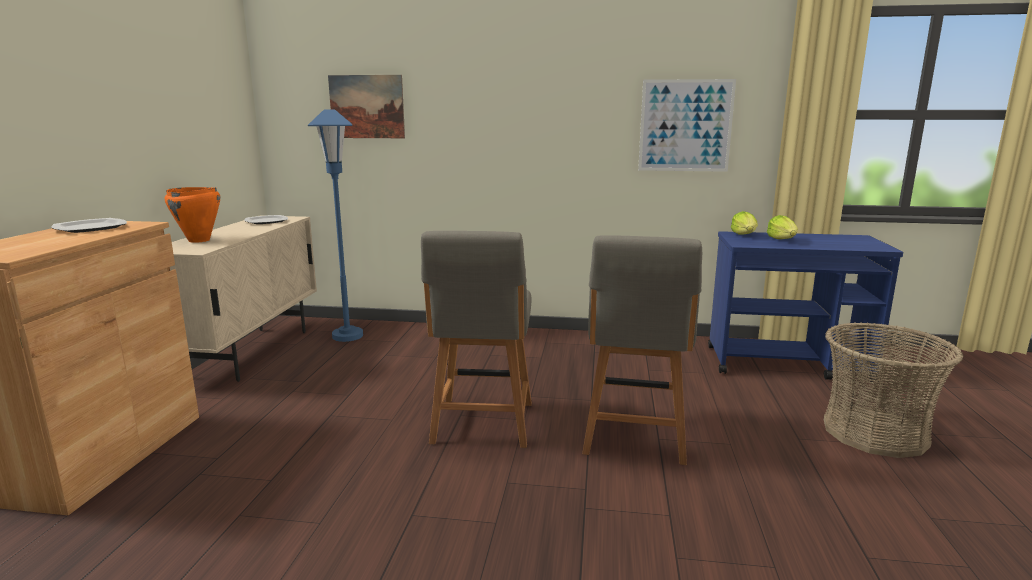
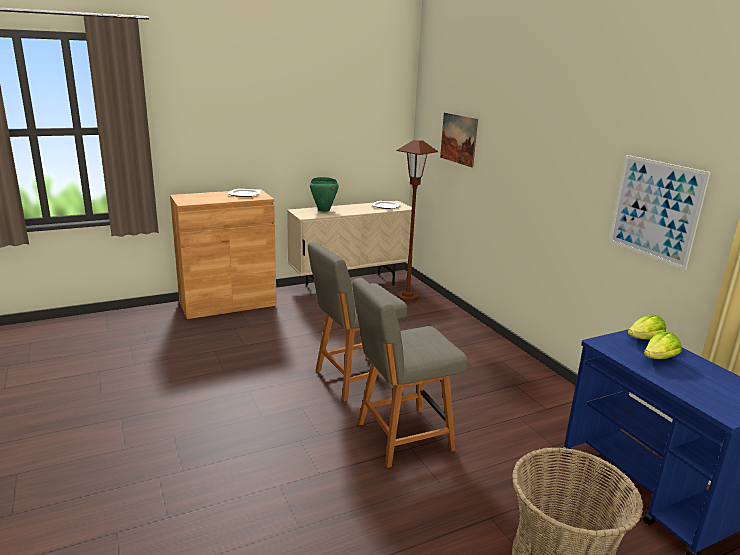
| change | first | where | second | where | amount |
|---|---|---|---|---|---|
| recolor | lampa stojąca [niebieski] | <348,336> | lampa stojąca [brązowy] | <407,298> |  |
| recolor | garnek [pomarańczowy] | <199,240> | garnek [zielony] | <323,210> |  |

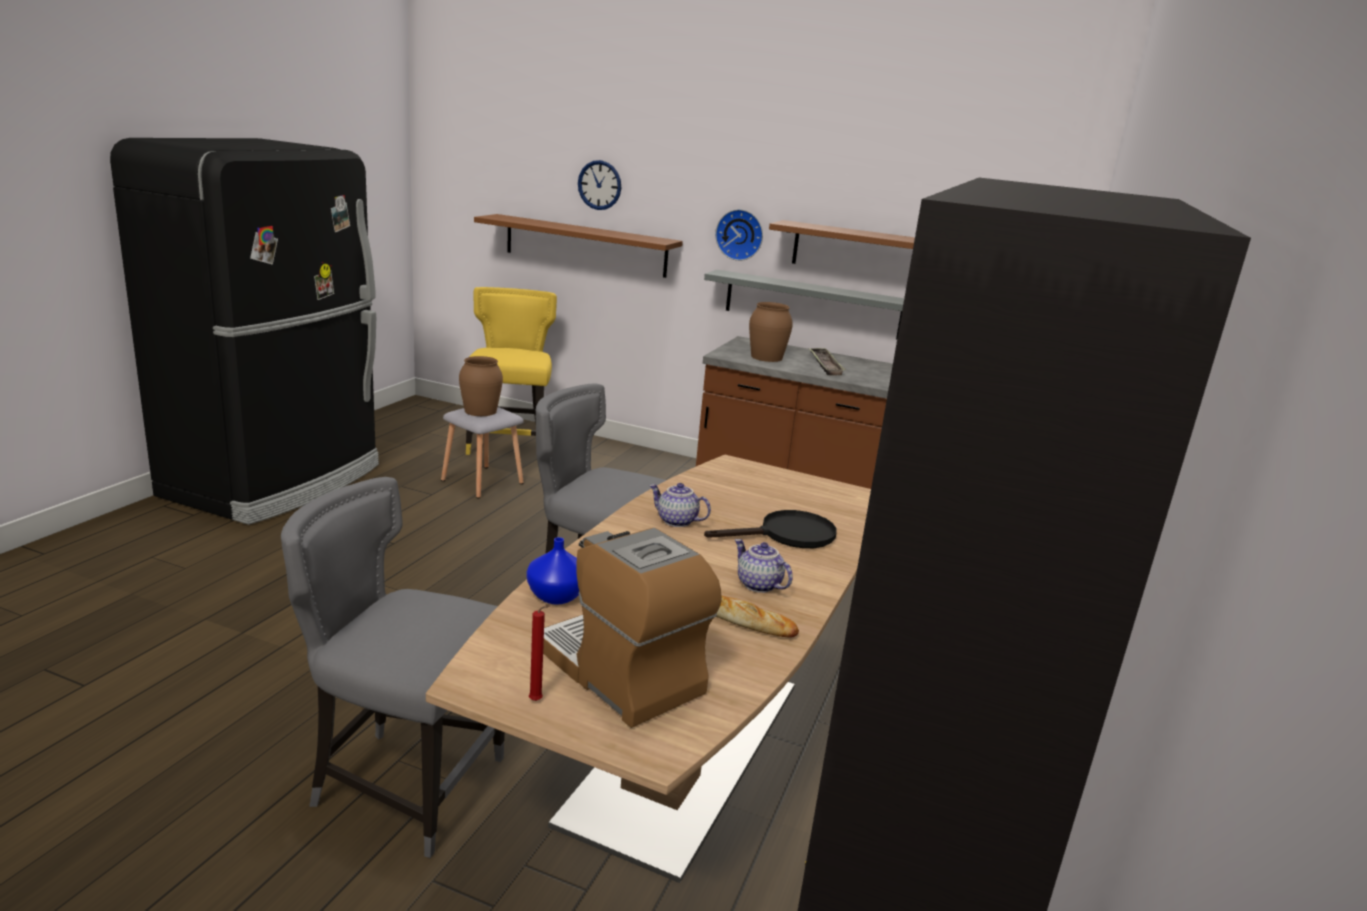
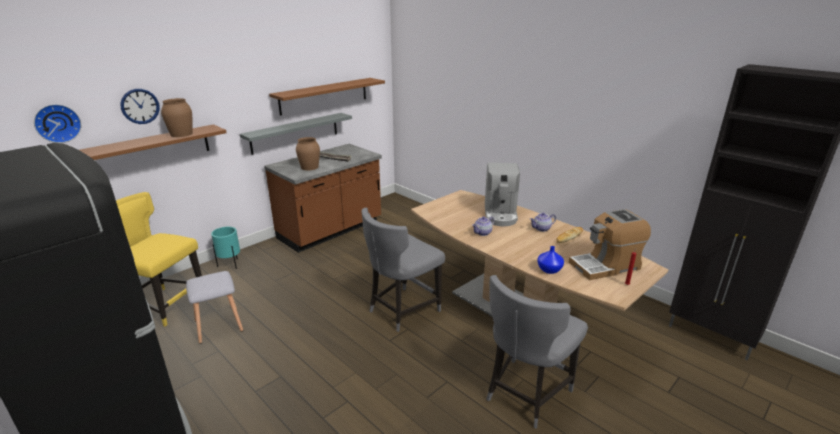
| change | first | where | second | where | amount |
|---|---|---|---|---|---|
| move | zegar ścienny | <740,234> |  | <57,123> |  |
| move | wazon [brązowy] | <480,411> |  | <181,134> |  |
| replace | patelnia [czarny] | <787,535> | ekspres do kawy | <500,214> |  |
| insert |  |  | donica [turkusowy] | <230,265> |  |

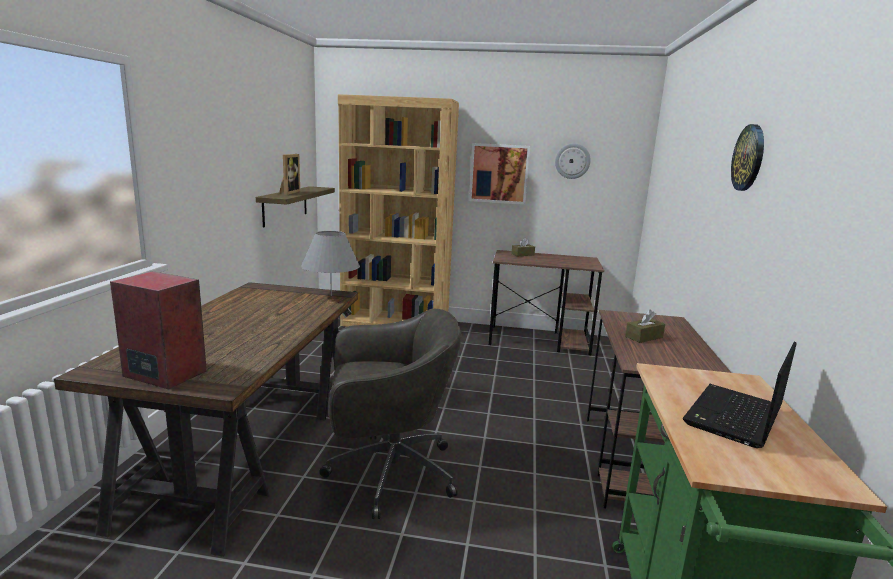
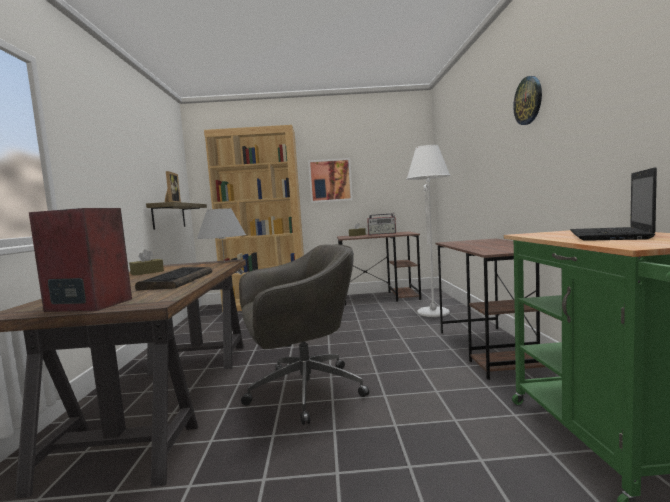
| change | first | where | second | where | amount |
|---|---|---|---|---|---|
| delete | zegar ścienny | <572,161> |  |  |  |
| move | pudełko chusteczek [brązowy] | <644,337> |  | <147,272> |  |
| insert |  |  | lampa stojąca [biały] | <433,313> |  |
| insert |  |  | radio | <382,233> |  |
| insert |  |  | klawiatura | <177,280> |  |

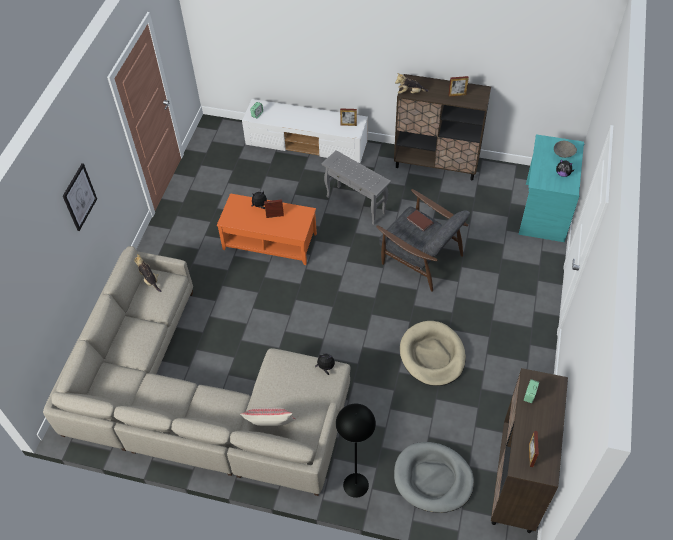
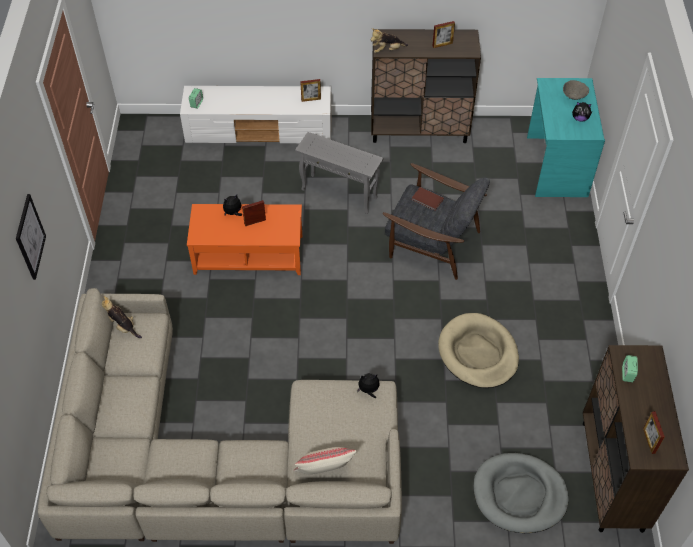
| change | first | where | second | where | amount |
|---|---|---|---|---|---|
| delete | lampa stojąca [czarny] | <355,485> |  |  |  |

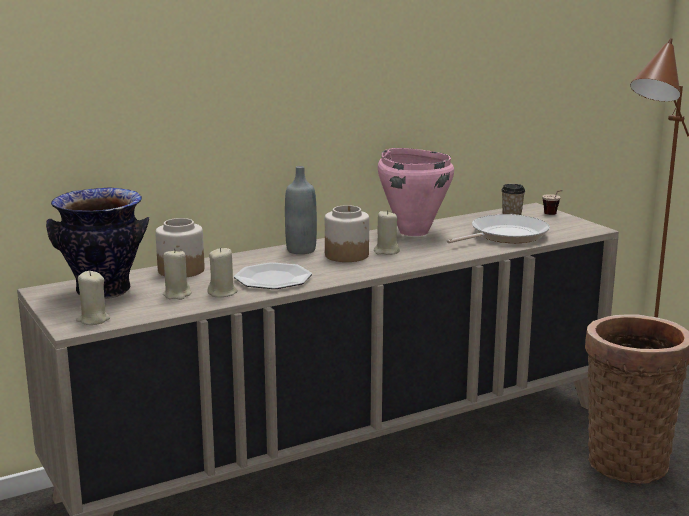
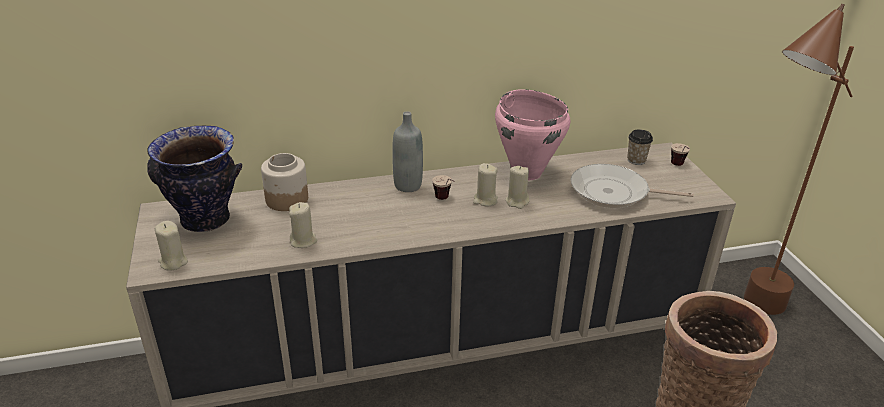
| change | first | where | second | where | amount |
|---|---|---|---|---|---|
| replace | słoik | <346,255> | filiżanka | <445,200> |  |
| rotate | patelnia | <505,235> |  | <613,193> | 150 degrees counterclockwise |
| move | świeca [beżowy] | <177,294> |  | <517,201> |  |
| delete | talerz | <273,279> |  |  |  |

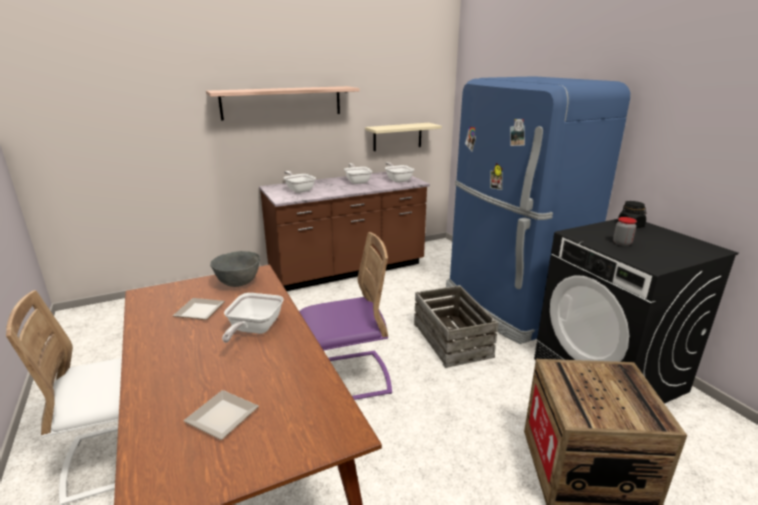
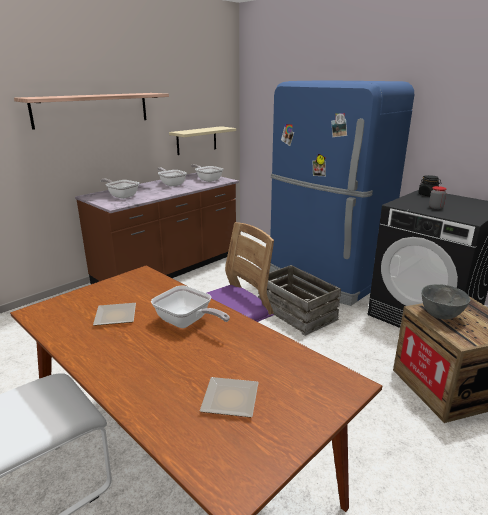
| change | first | where | second | where | amount |
|---|---|---|---|---|---|
| move | miska [szary] | <238,283> |  | <440,315> |  |
| rotate | patelnia | <253,330> |  | <187,322> | 45 degrees counterclockwise |

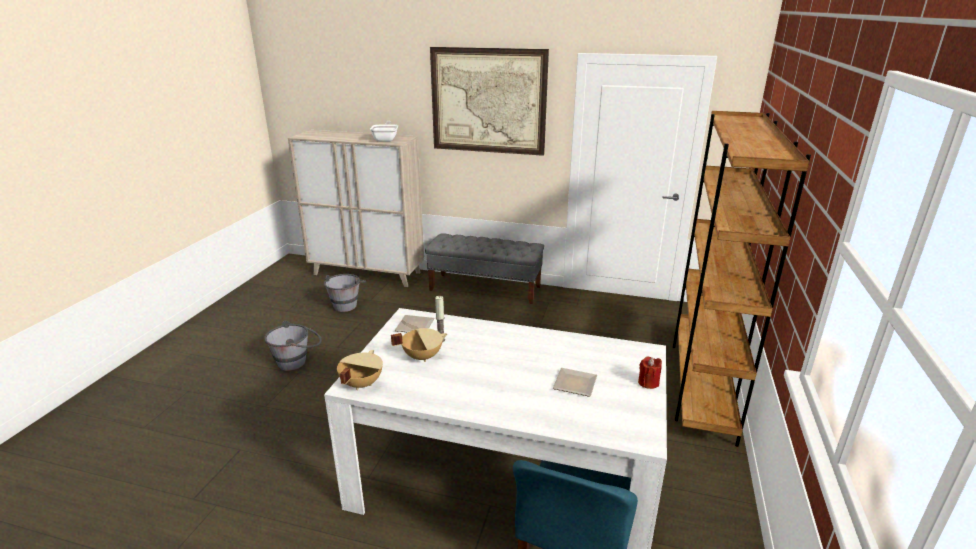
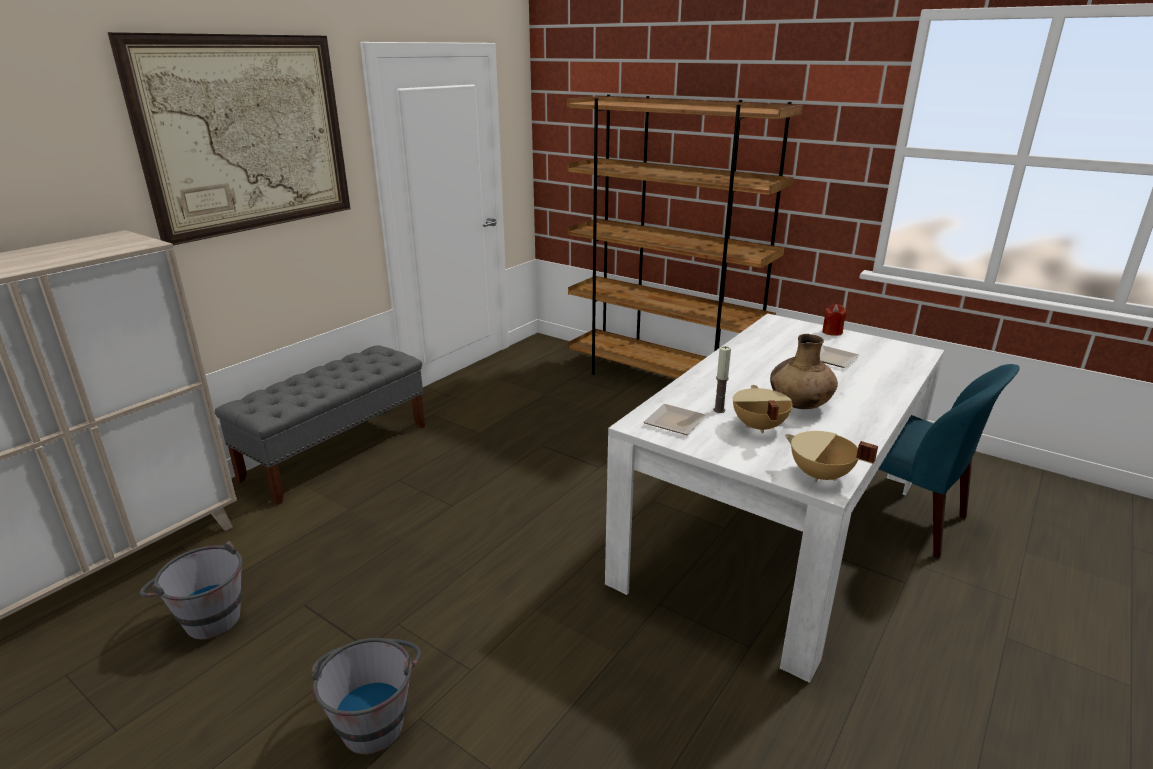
| change | first | where | second | where | amount |
|---|---|---|---|---|---|
| delete | patelnia | <386,139> |  |  |  |
| insert |  |  | wazon [brązowy] | <799,405> |  |

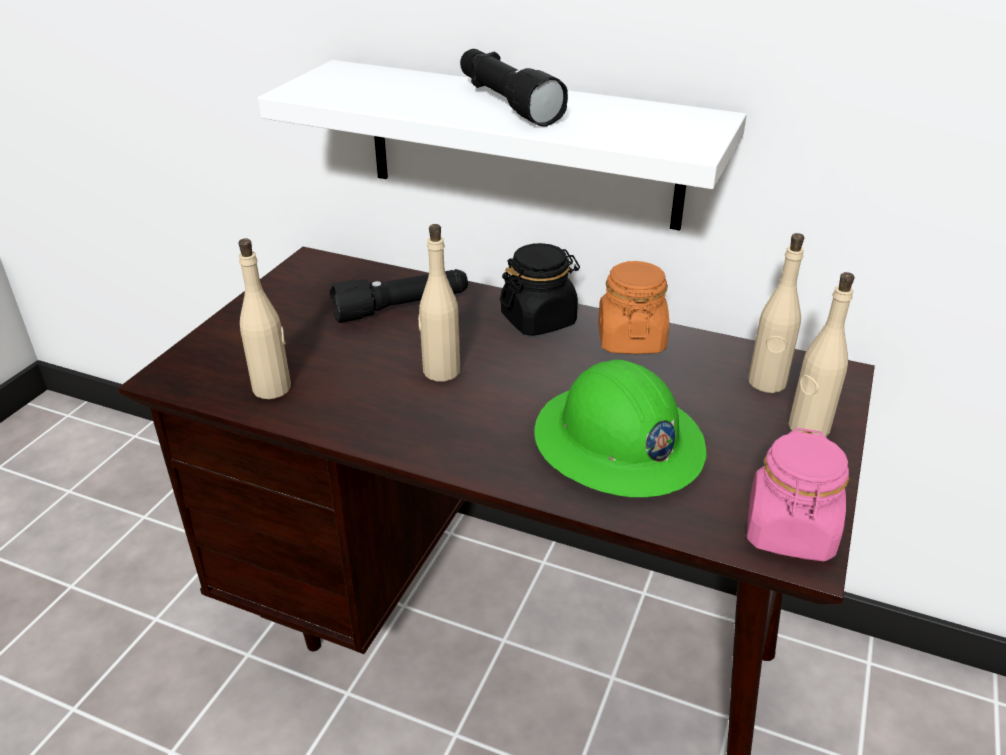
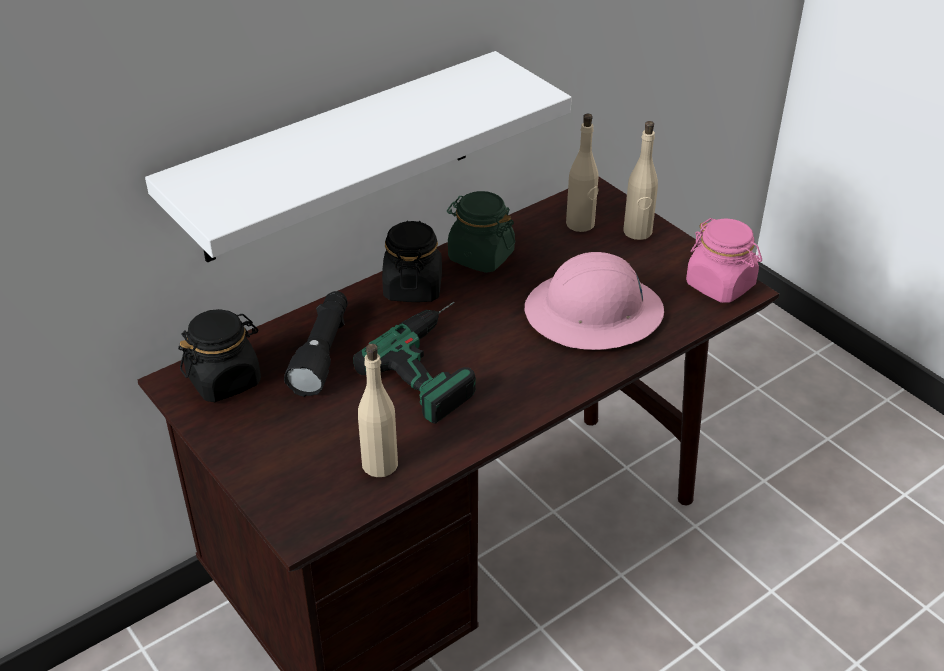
| change | first | where | second | where | amount |
|---|---|---|---|---|---|
| delete | latarka [czarny] | <506,103> |  |  |  |
| replace | butelka [beżowy] | <441,371> | wiertarka | <438,362> |  |
| recolor | słoik [pomarańczowy] | <630,339> | słoik [zielony] | <480,256> |  |
| recolor | kask [zielony] | <617,444> | kask [różowy] | <594,314> |  |
| insert |  |  | słoik [czarny] | <225,380> |  |

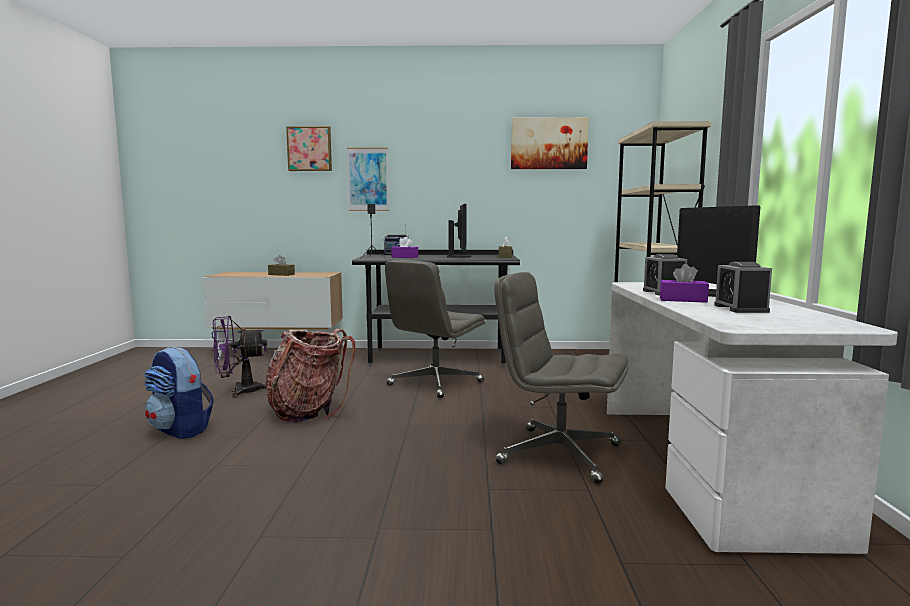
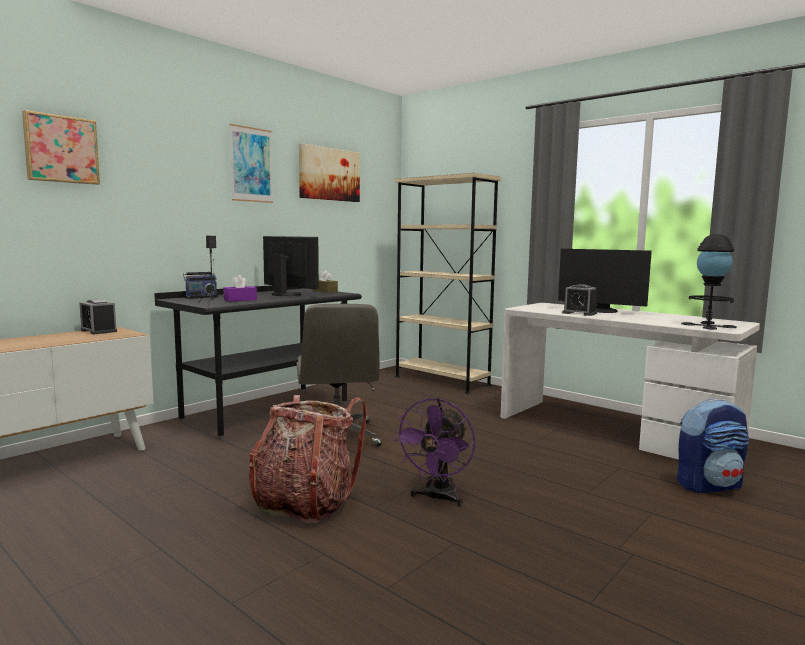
| change | first | where | second | where | amount |
|---|---|---|---|---|---|
| move | obraz | <368,179> |  | <251,165> |  |
| delete | pudełko chusteczek [brązowy] | <281,274> |  |  |  |
| move | budzik | <740,308> |  | <99,331> |  |
| delete | pudełko chusteczek [fioletowy] | <683,300> |  |  |  |
| delete | krzesło biurowe [szary] | <558,454> |  |  |  |
| move | wentylator [fioletowy] | <239,391> |  | <437,498> |  |
| move | plecak | <180,430> |  | <709,485> |  |
| insert |  |  | lampa stołowa [czarny] | <708,325> |  |

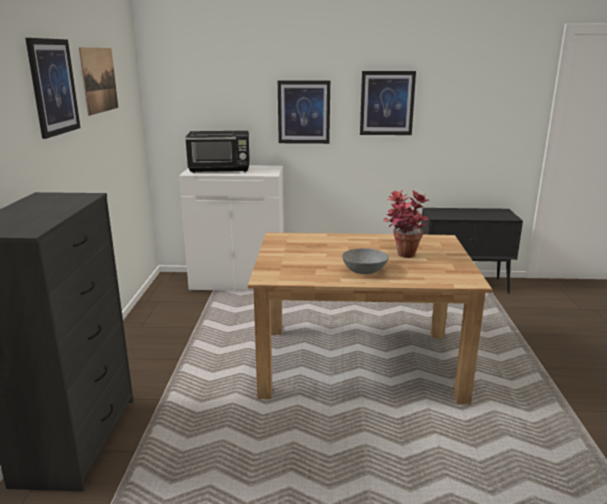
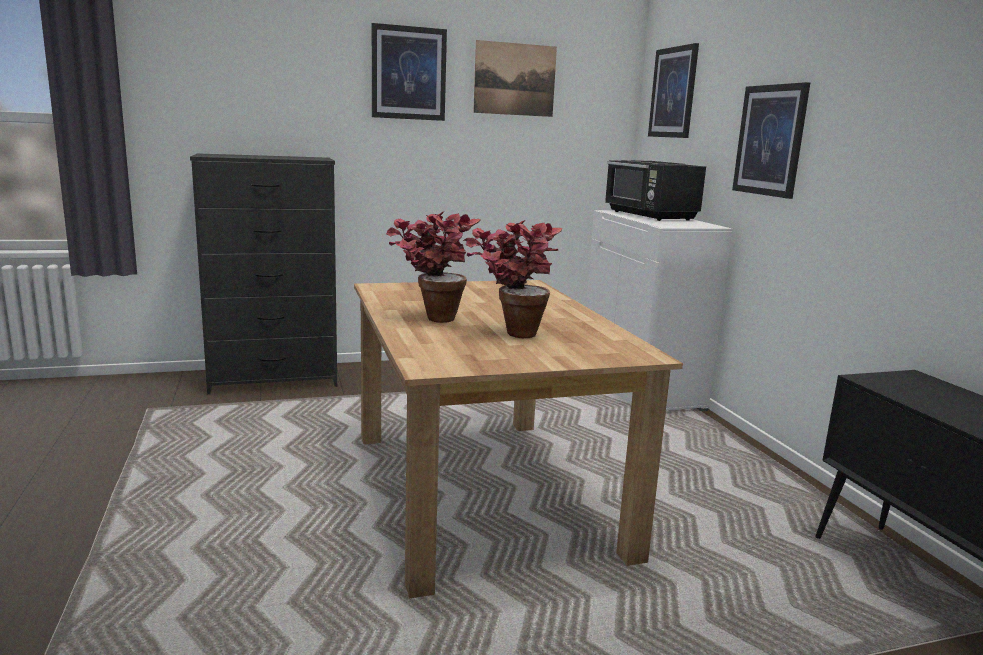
| change | first | where | second | where | amount |
|---|---|---|---|---|---|
| move | obraz | <387,103> |  | <673,92> |  |
| replace | miska [szary] | <364,271> | roślina doniczkowa | <431,317> |  |

